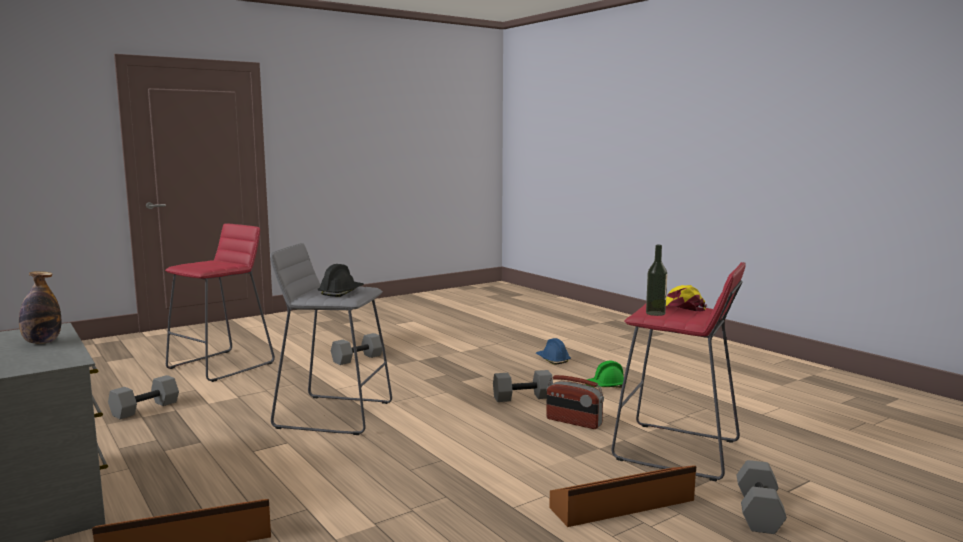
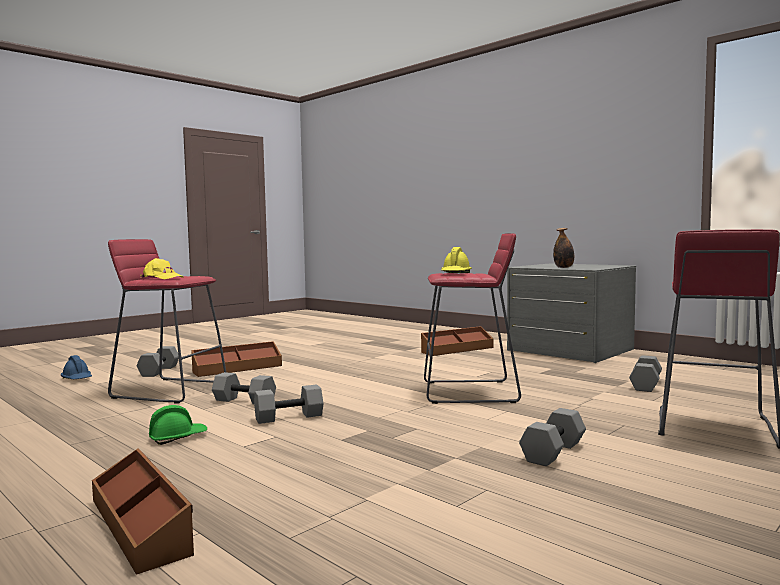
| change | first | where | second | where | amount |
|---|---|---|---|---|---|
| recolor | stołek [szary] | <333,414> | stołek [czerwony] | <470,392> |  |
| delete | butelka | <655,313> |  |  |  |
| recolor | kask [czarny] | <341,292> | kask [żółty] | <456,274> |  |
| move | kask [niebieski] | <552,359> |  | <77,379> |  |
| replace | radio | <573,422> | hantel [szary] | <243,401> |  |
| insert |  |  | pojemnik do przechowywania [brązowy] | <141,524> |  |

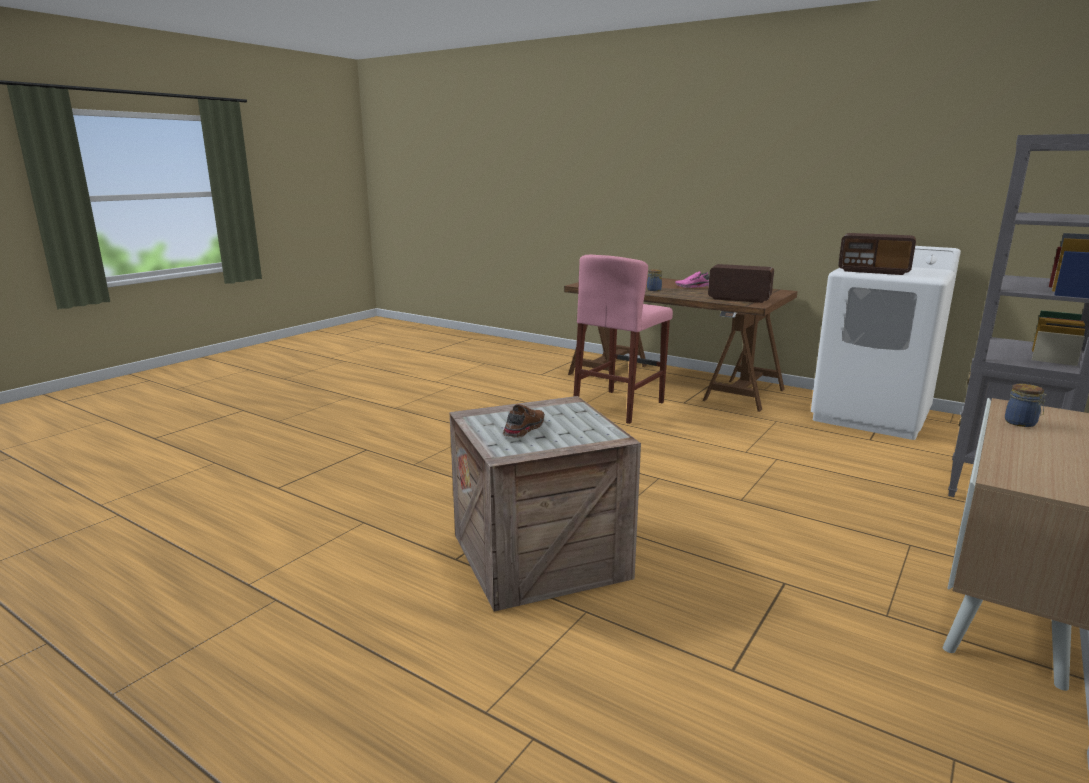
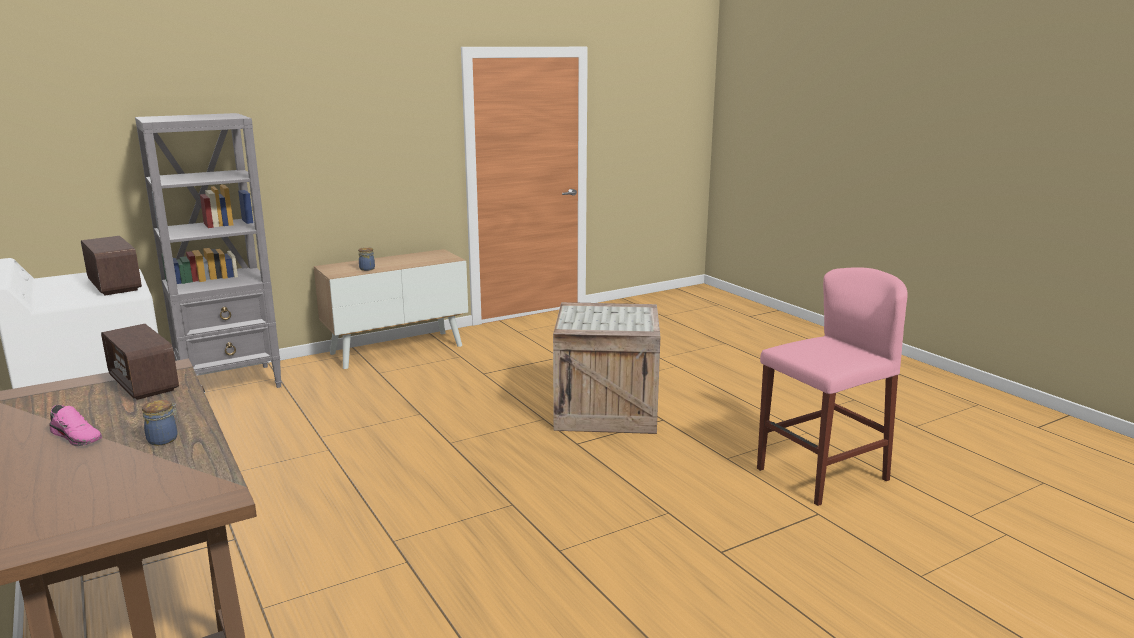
| change | first | where | second | where | amount |
|---|---|---|---|---|---|
| move | stołek [różowy] | <619,406> |  | <821,474> |  |
| delete | but [brązowy] | <523,429> |  |  |  |

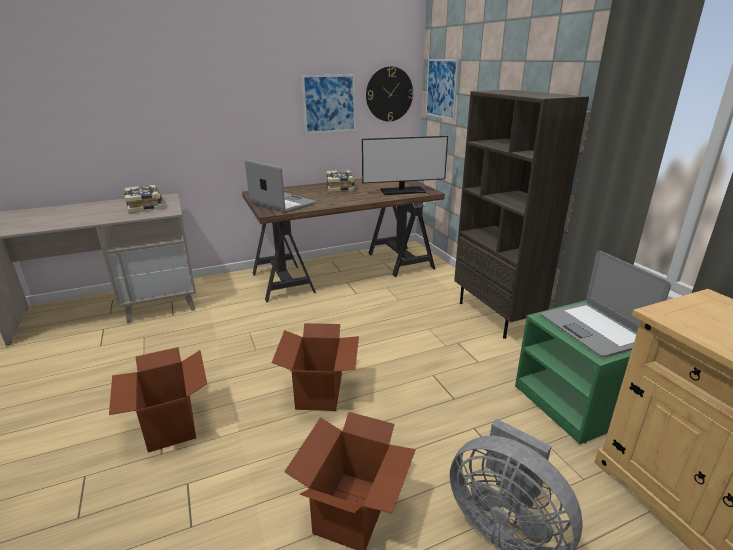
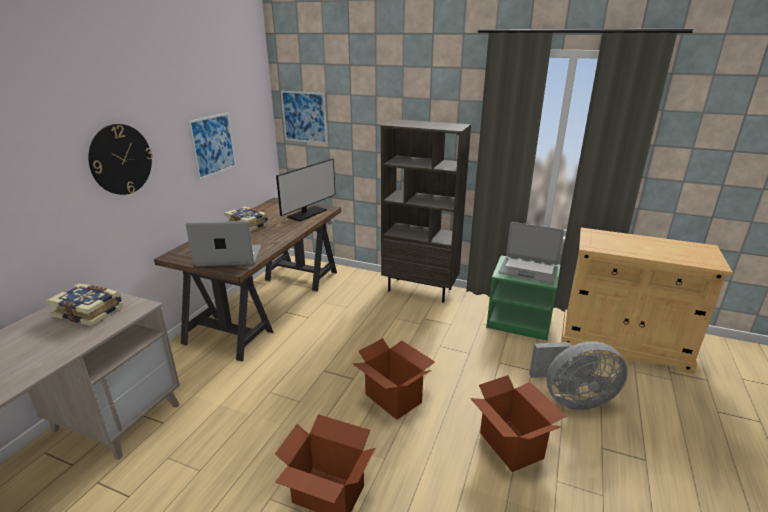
| change | first | where | second | where | amount |
|---|---|---|---|---|---|
| move | zegar ścienny | <389,94> |  | <120,159> |  |

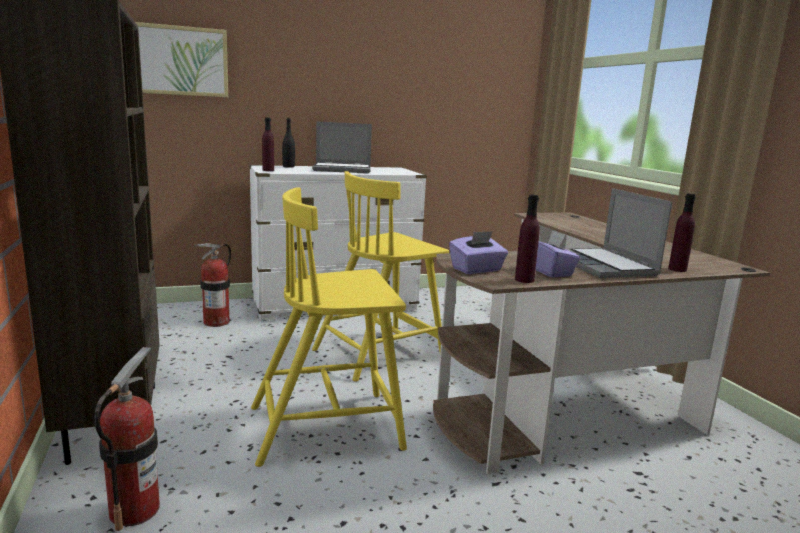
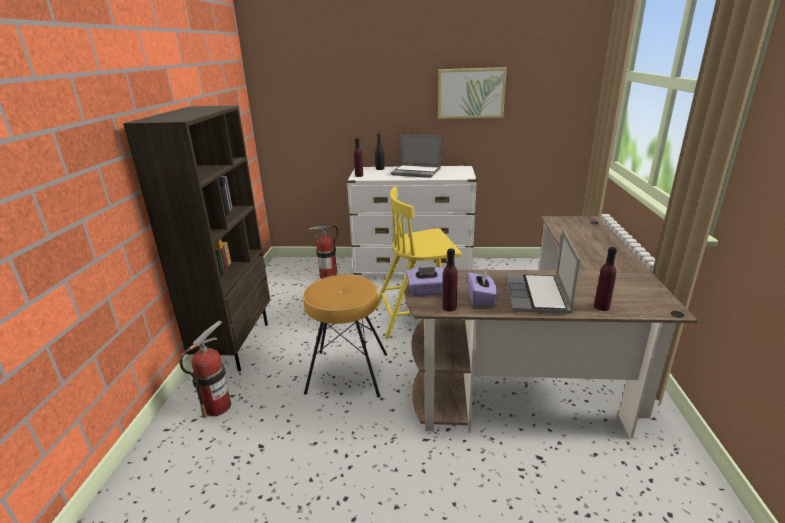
| change | first | where | second | where | amount |
|---|---|---|---|---|---|
| move | obraz | <179,61> |  | <471,93> |  |
| replace | krzesło [żółty] | <328,427> | stołek [brązowy] | <347,372> |  |

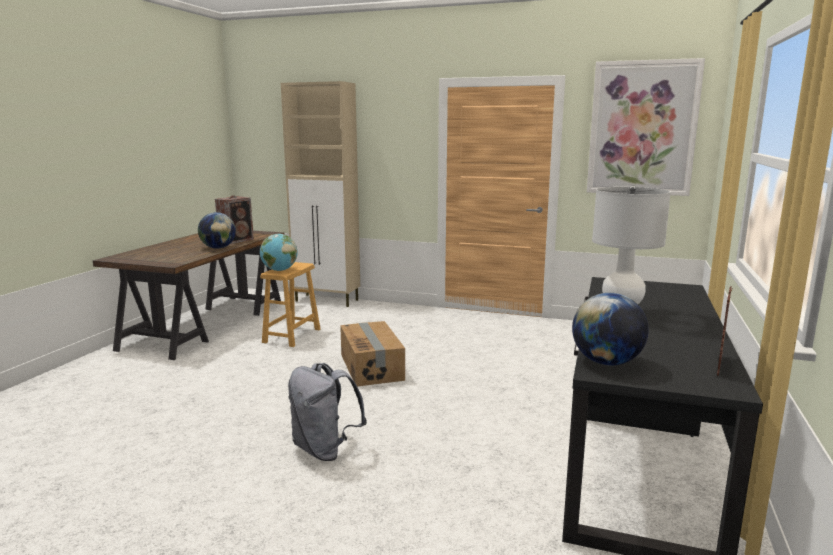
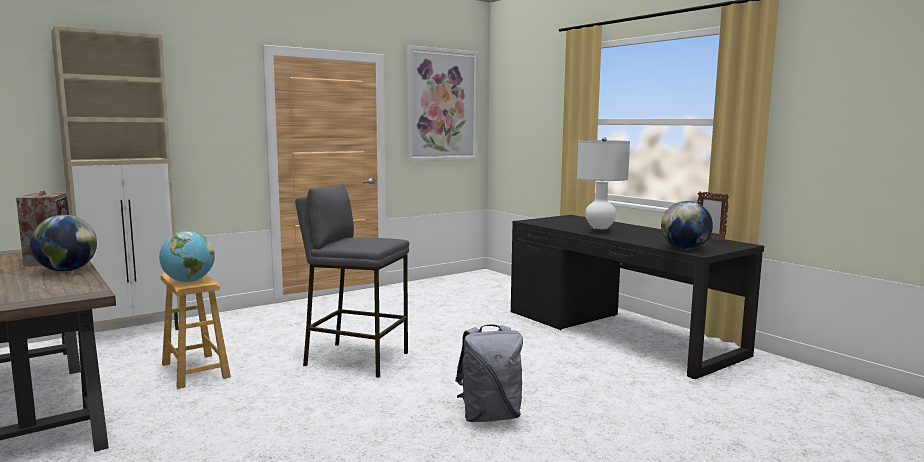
| change | first | where | second | where | amount |
|---|---|---|---|---|---|
| replace | karton | <372,367> | stołek [szary] | <356,359> |  |

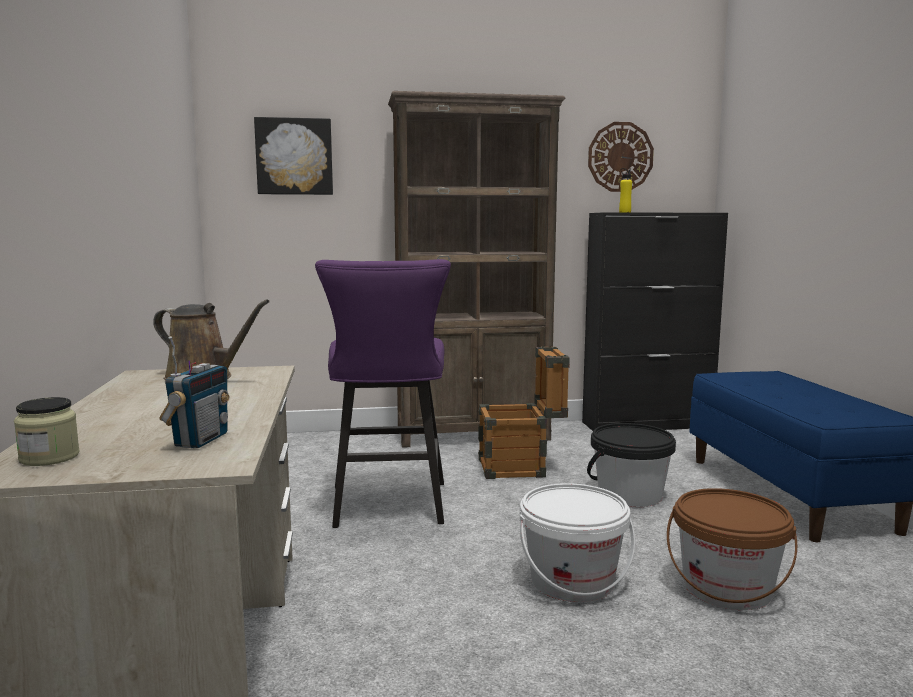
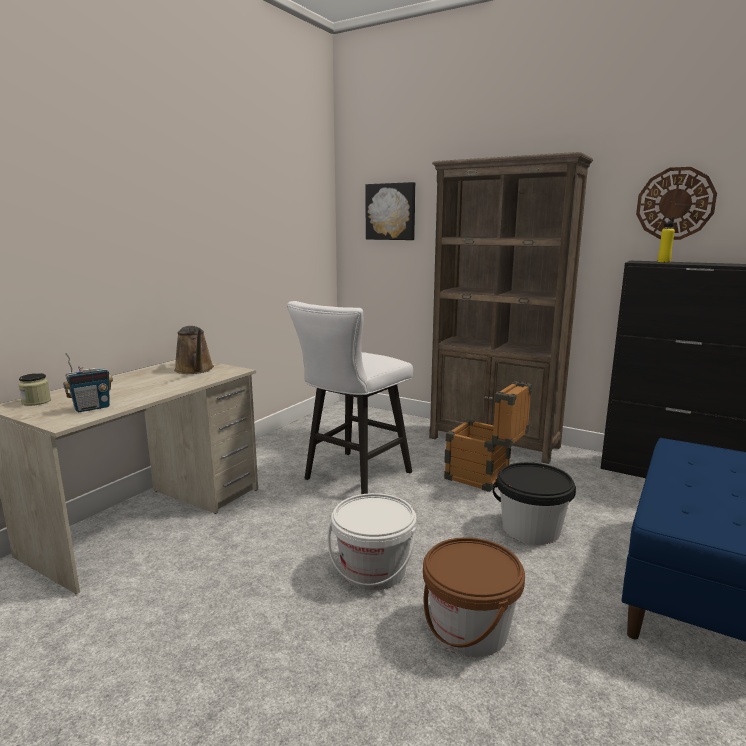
| change | first | where | second | where | amount |
|---|---|---|---|---|---|
| recolor | stołek [fioletowy] | <388,508> | stołek [biały] | <352,478> |  |

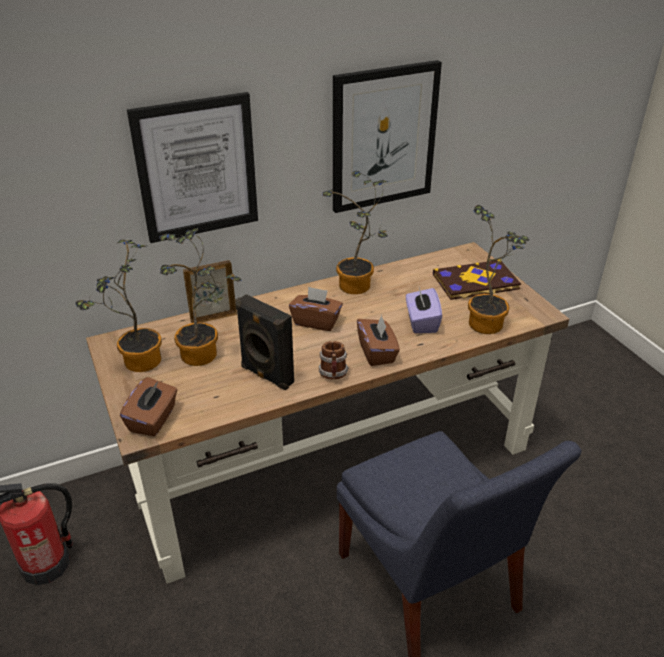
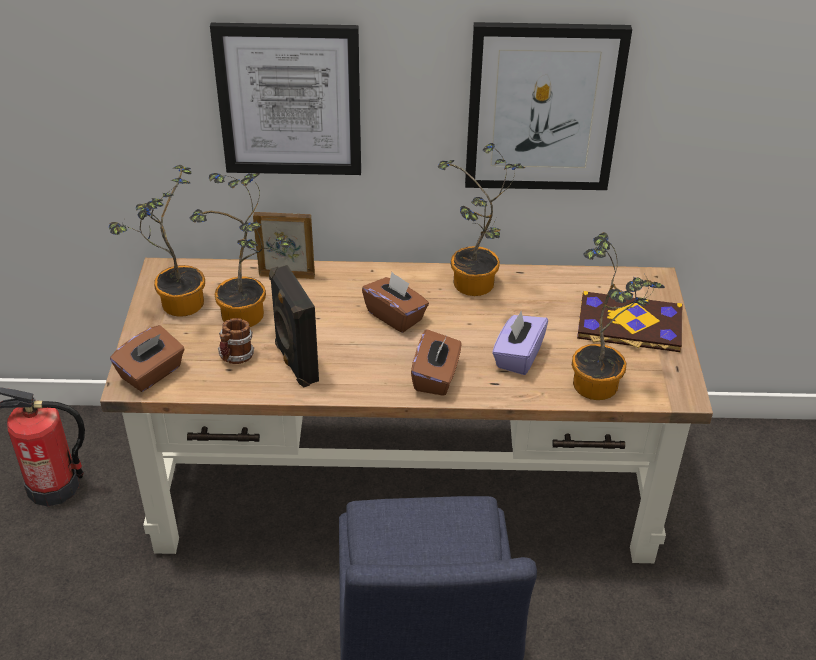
| change | first | where | second | where | amount |
|---|---|---|---|---|---|
| move | kubek | <333,375> |  | <236,358> |  |

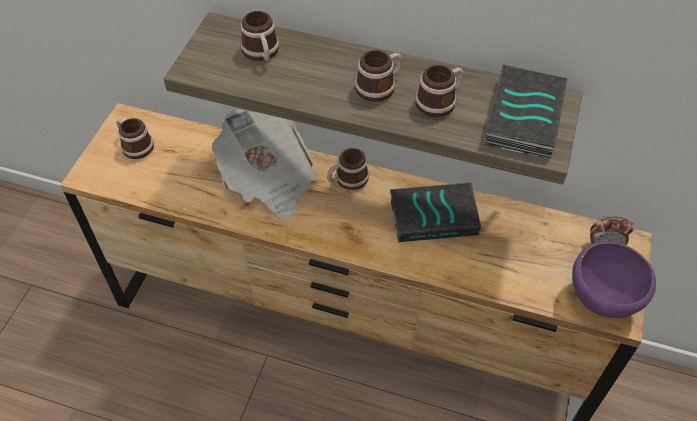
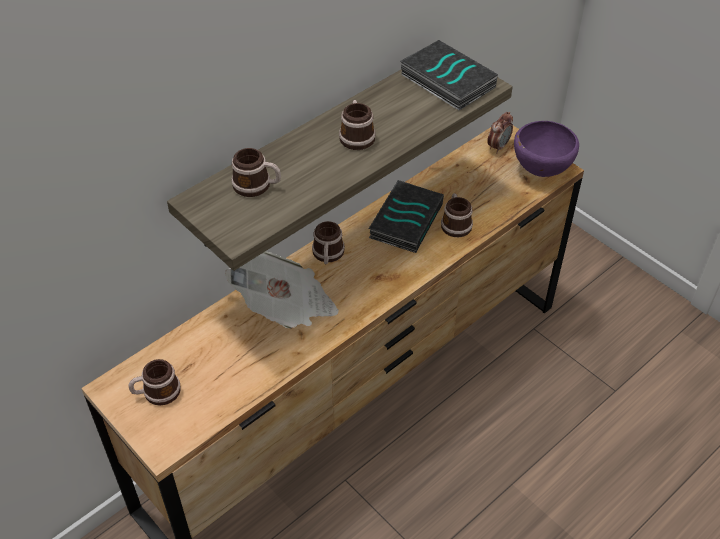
| change | first | where | second | where | amount |
|---|---|---|---|---|---|
| move | kubek | <440,101> |  | <455,223> |  |

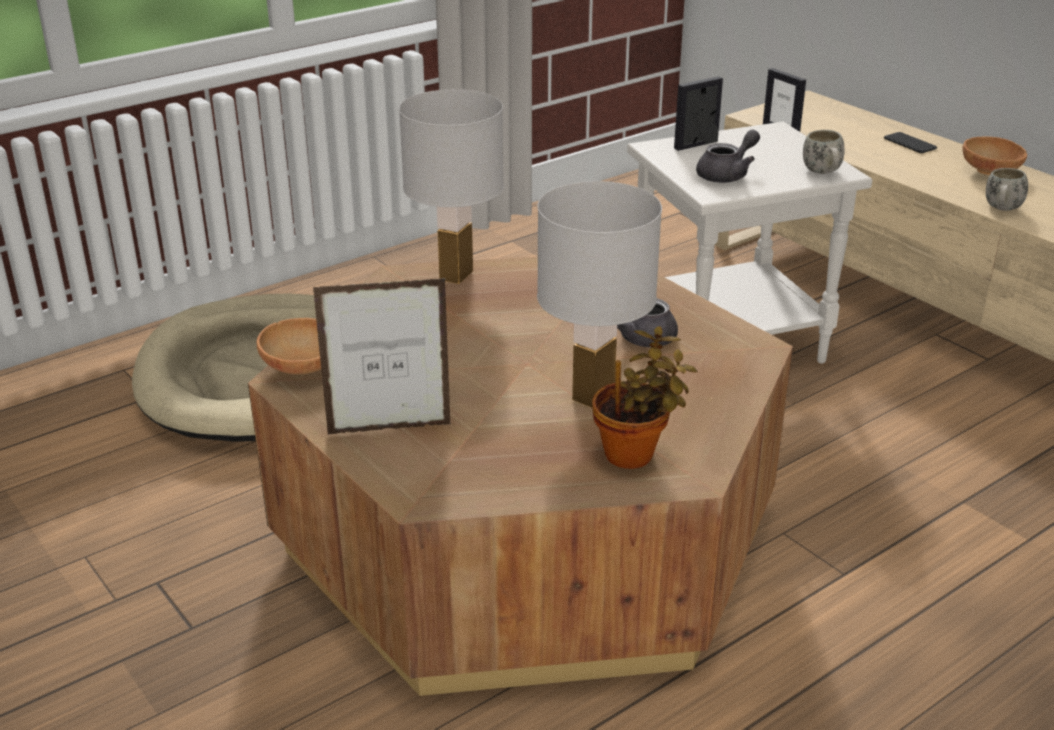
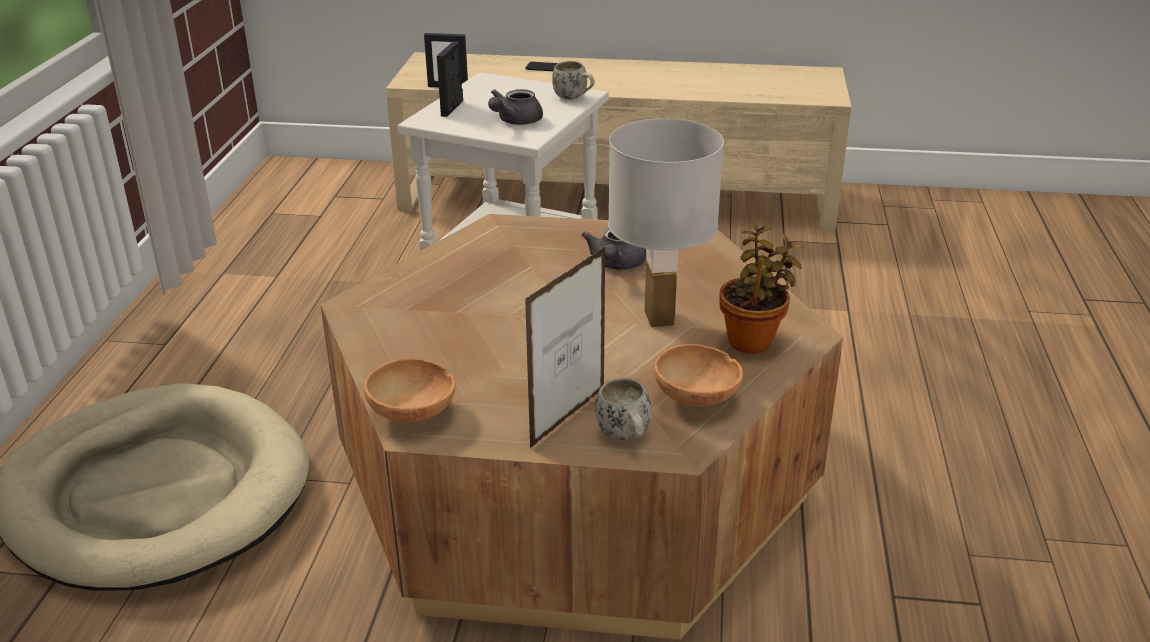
| change | first | where | second | where | amount |
|---|---|---|---|---|---|
| delete | lampa stołowa [biały] | <456,276> |  |  |  |
| rotate | imbryk [szary] | <727,175> |  | <515,121> | 150 degrees counterclockwise |
| move | miska [brązowy] | <991,173> |  | <698,399> |  |
| move | kubek [biały] | <1002,210> |  | <626,437> |  |

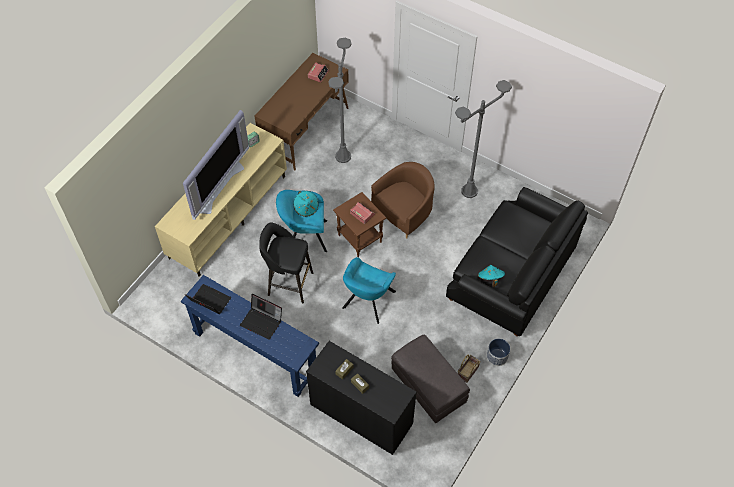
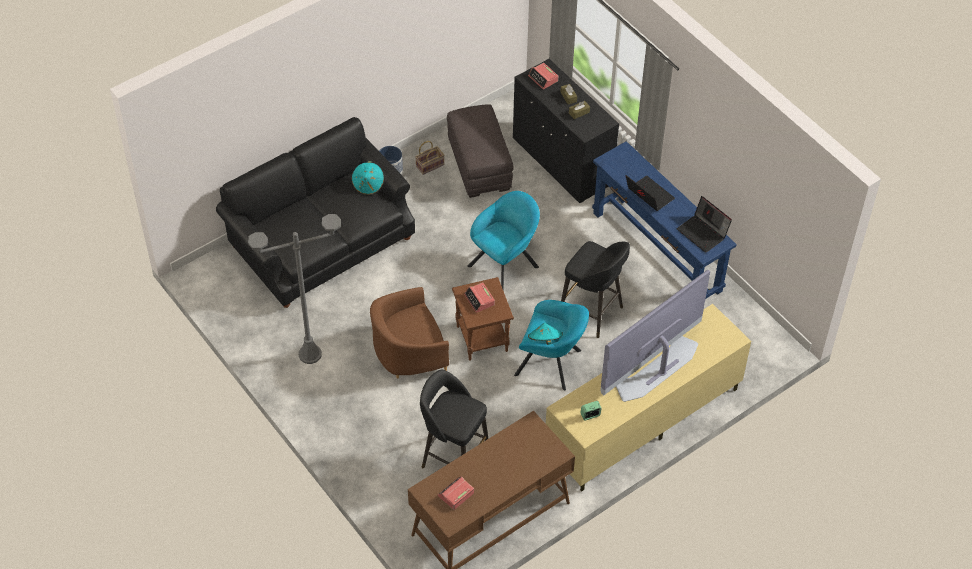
| change | first | where | second | where | amount |
|---|---|---|---|---|---|
| replace | lampa stojąca [szary] | <343,156> | stołek [czarny] | <453,458> |  |
| insert |  |  | budzik | <543,79> |  |

